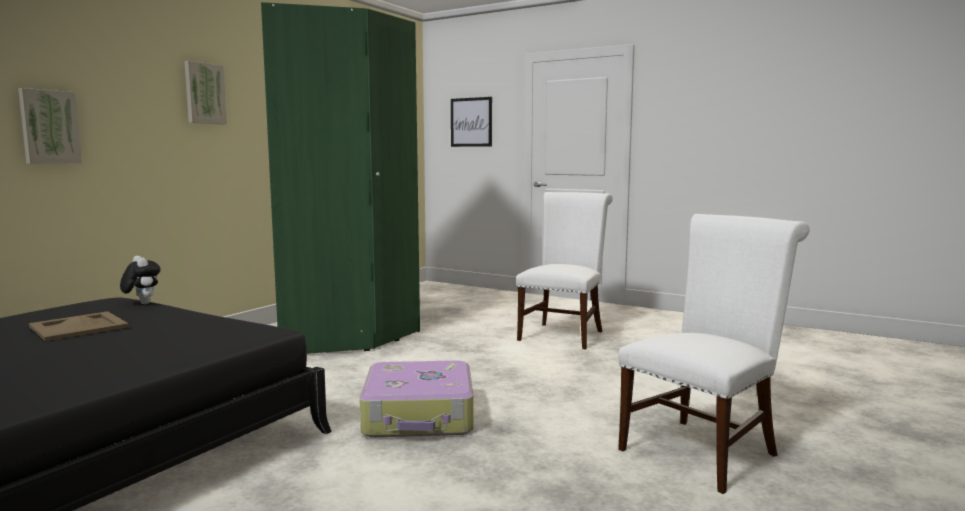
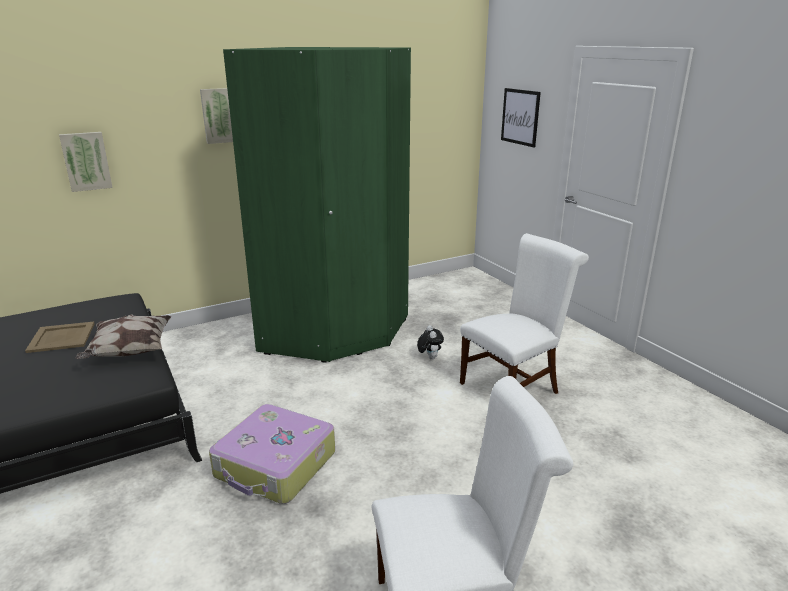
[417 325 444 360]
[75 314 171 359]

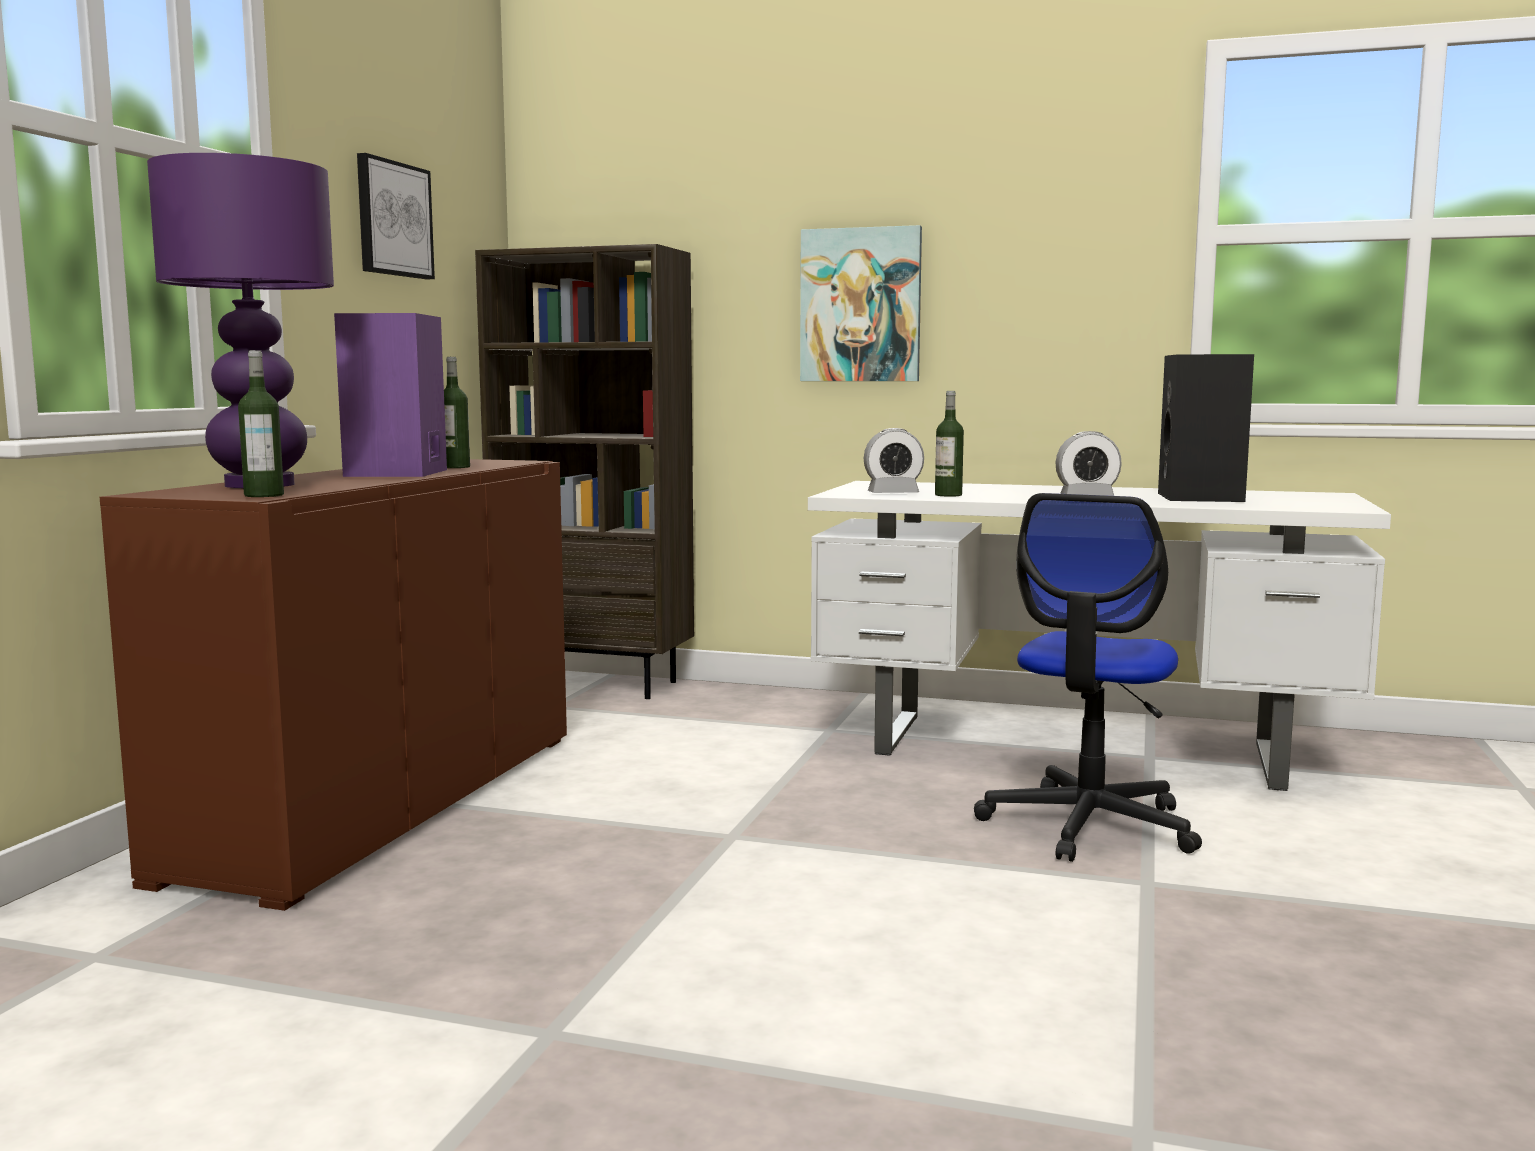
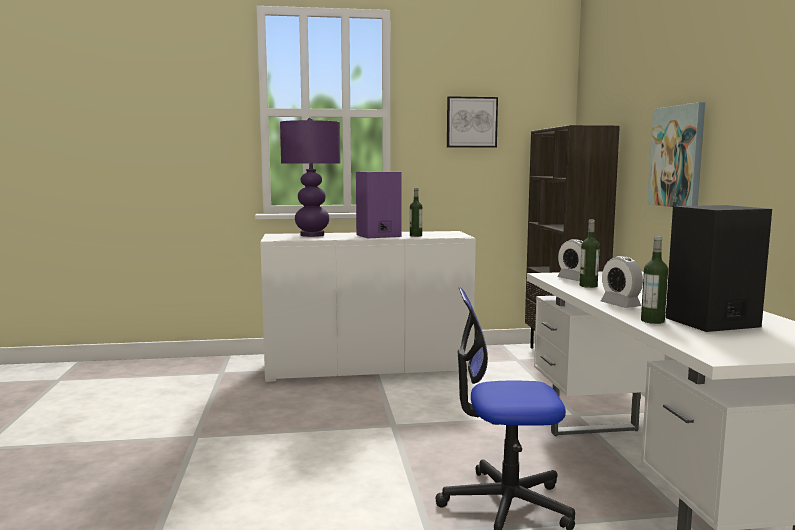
[641 236 668 324]
[260 231 476 382]

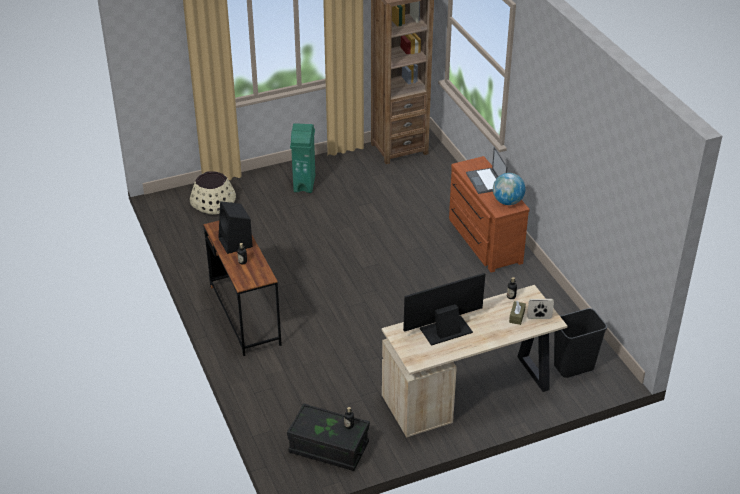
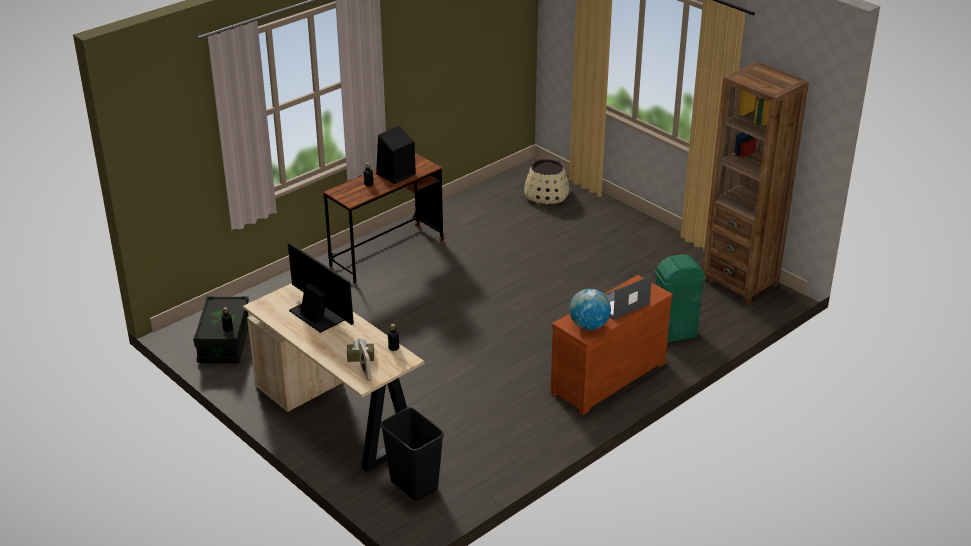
[655 254 706 343]

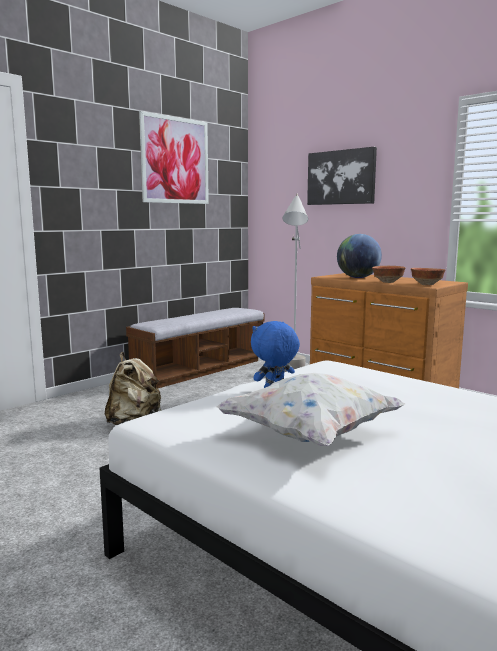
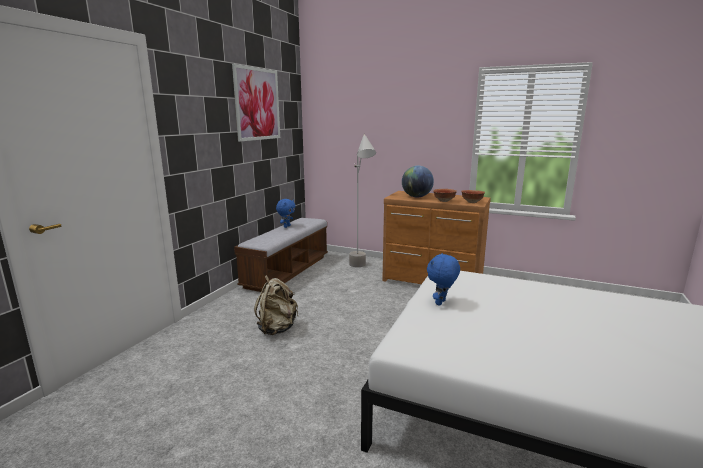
[307 147 377 205] (first image)
[216 373 405 446] (first image)
[276 199 296 228]

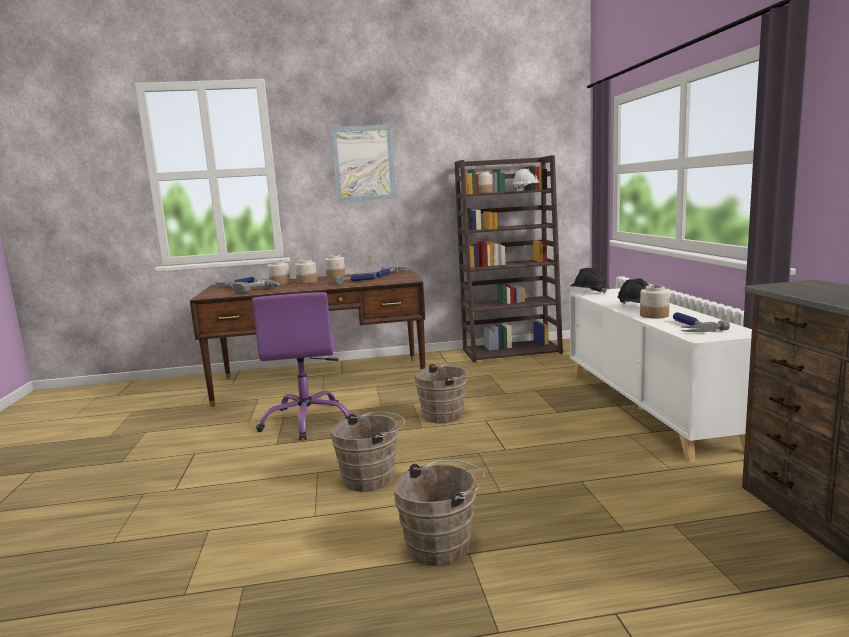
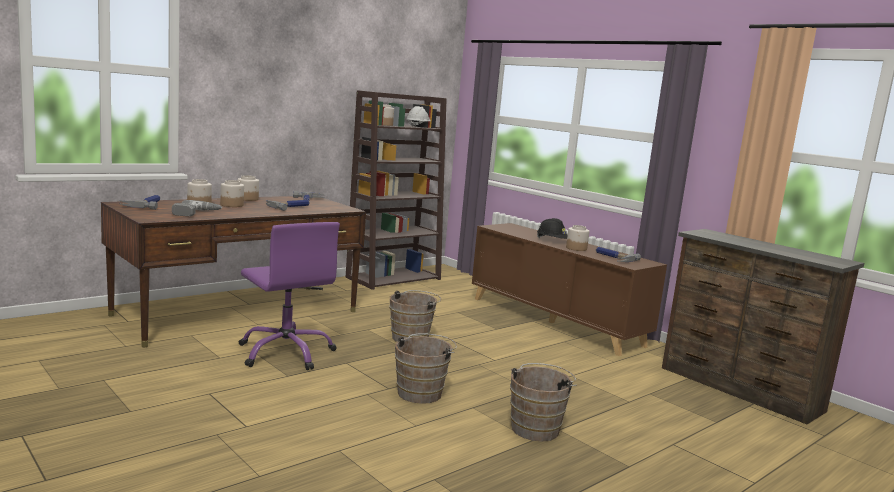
[331 124 396 202] (first image)
[570 268 607 294] (first image)
[472 223 667 356]

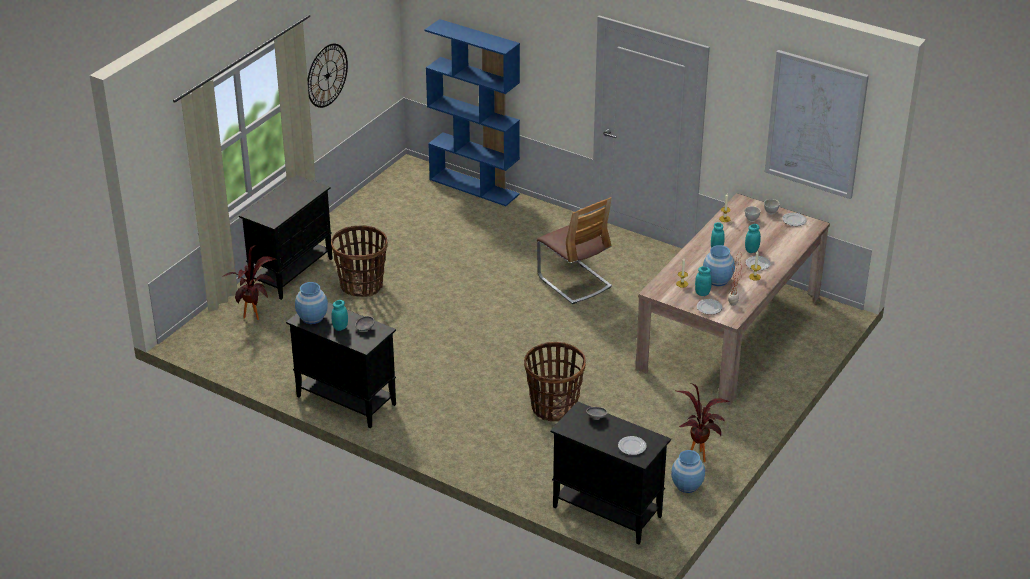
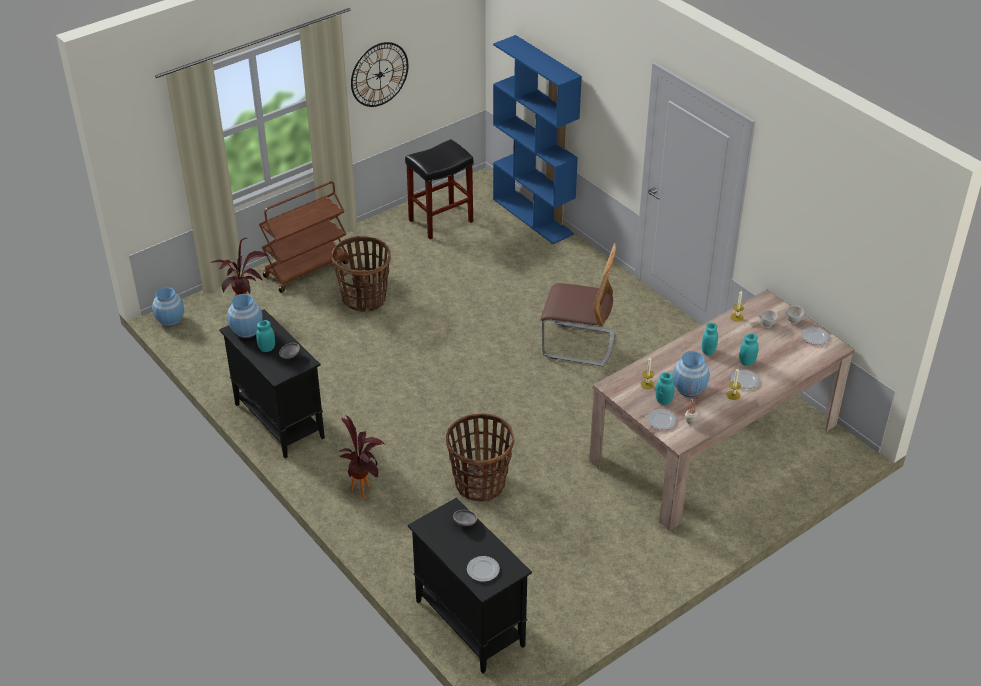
[765 50 869 199] (first image)
[259 181 349 293]
[541 243 616 367]
[338 415 384 499]
[152 287 184 327]
[405 139 474 239]

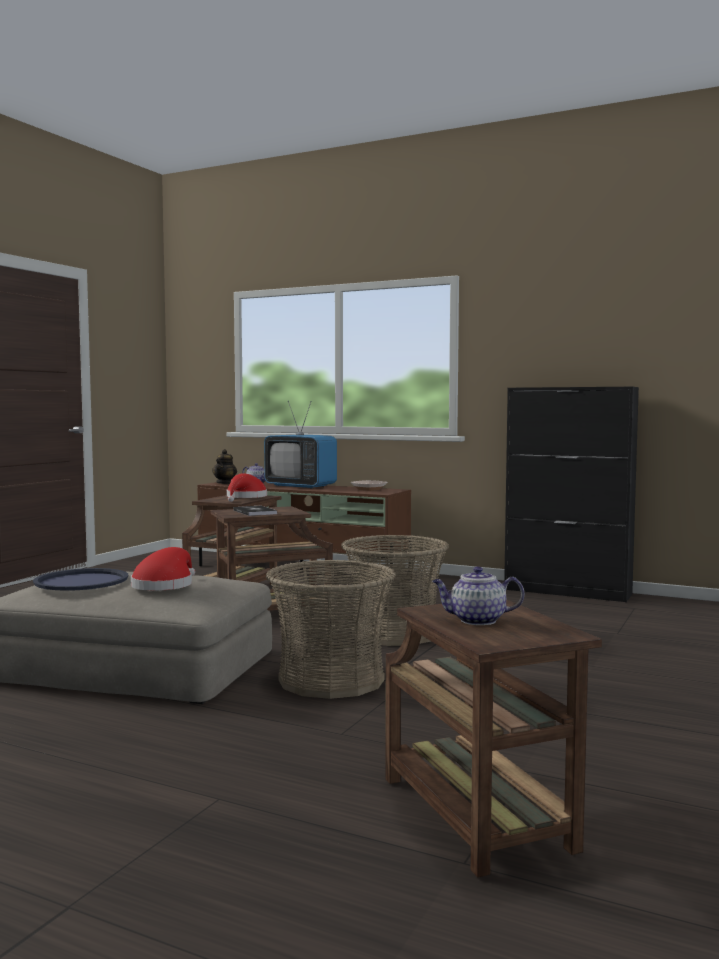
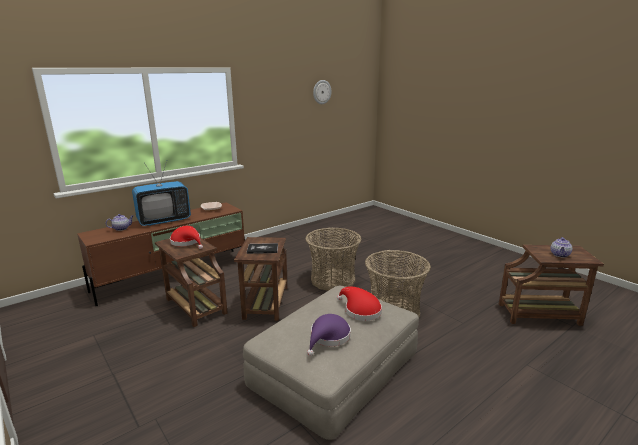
[504 387 639 602] (first image)
[212 449 237 484] (first image)
[307 314 351 356]
[313 80 332 104]

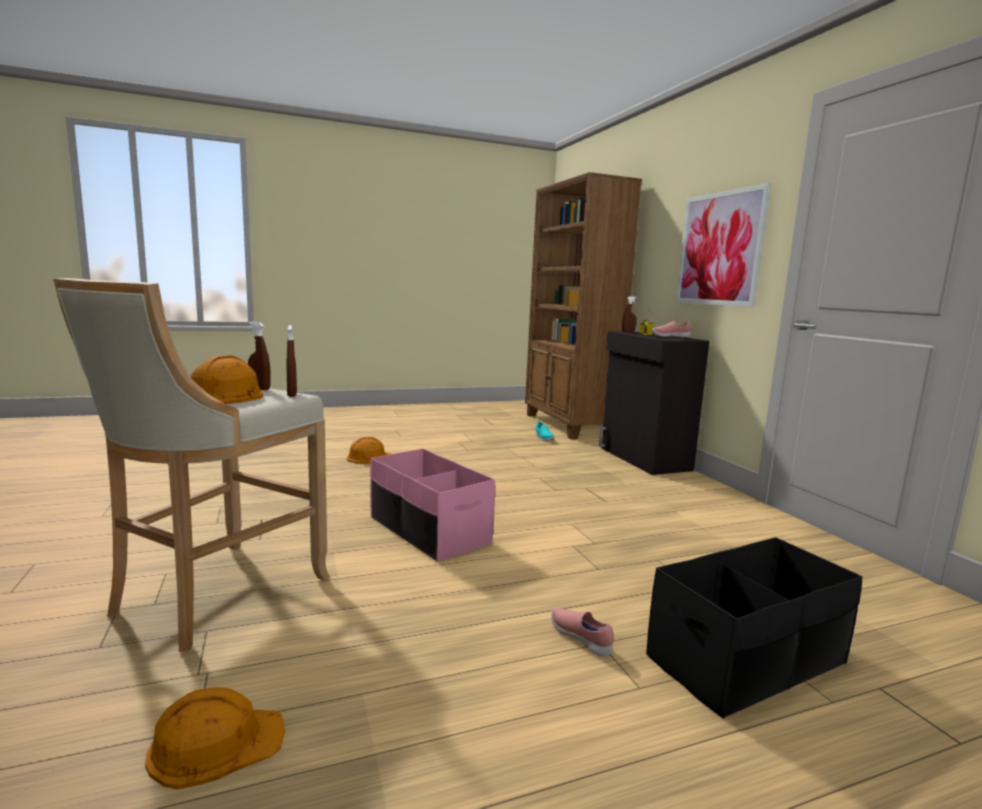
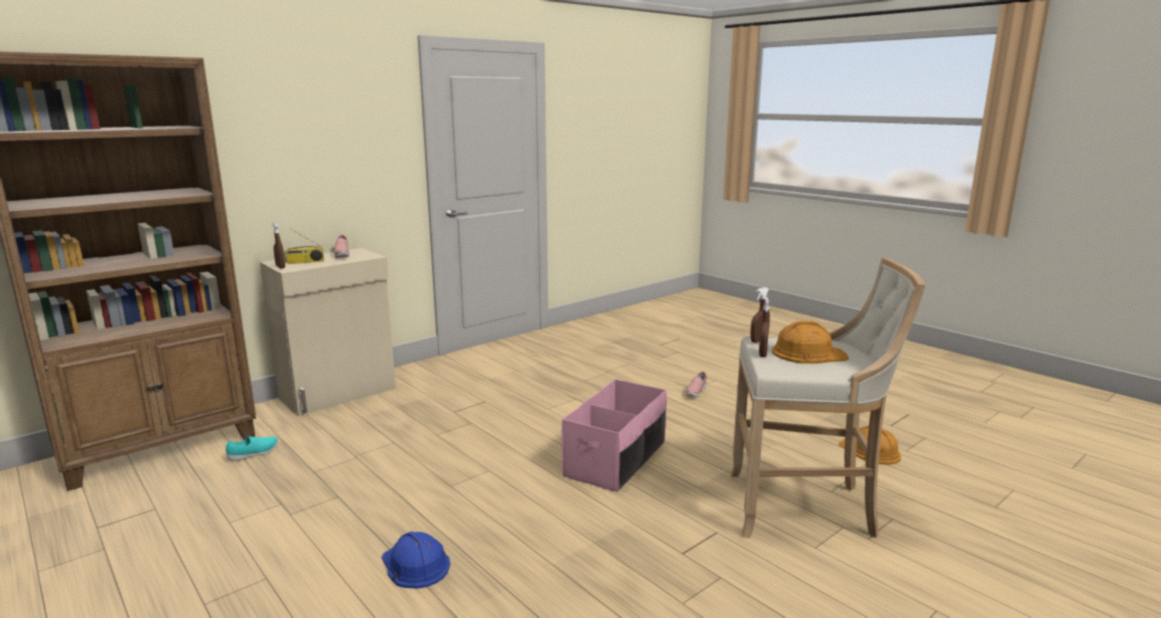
[676 183 771 307] (first image)
[260 248 396 416]
[381 531 450 588]
[646 537 863 719] (first image)

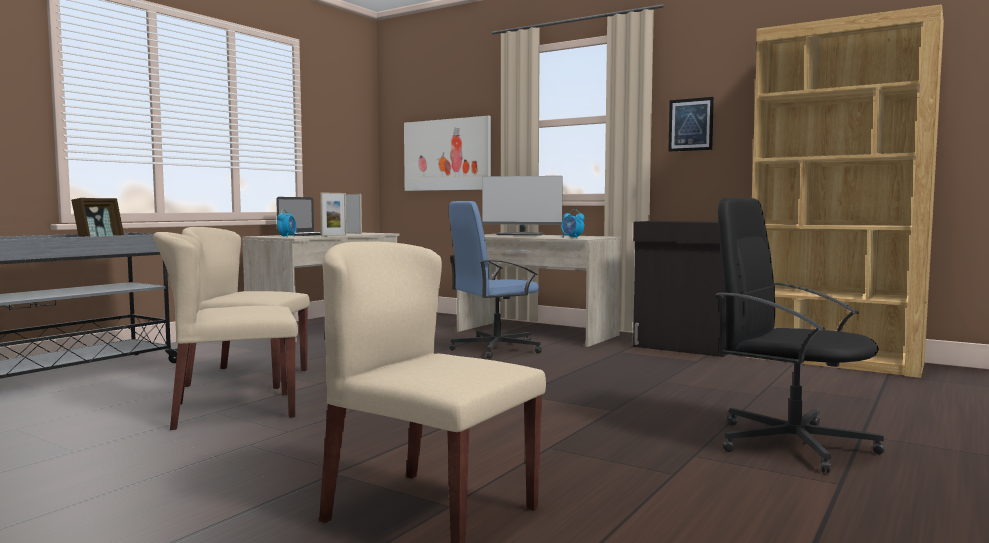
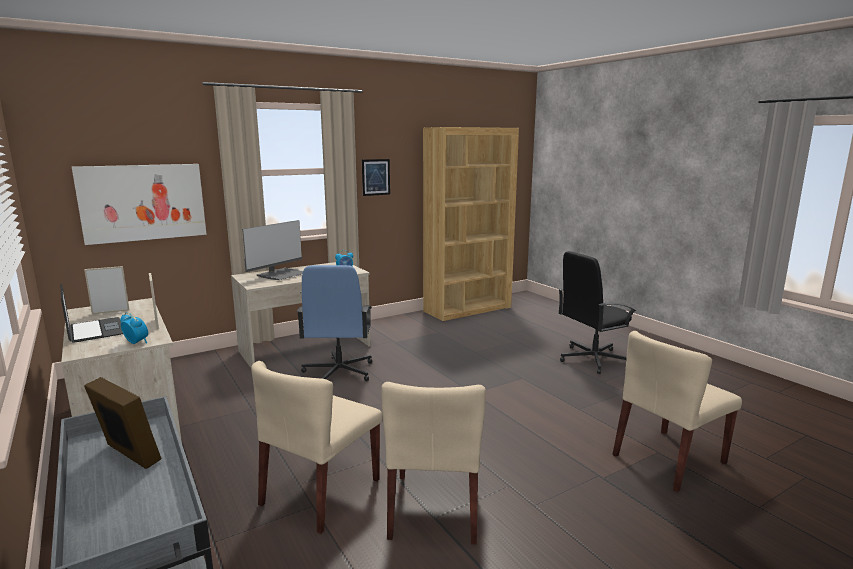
[633 221 728 357] (first image)

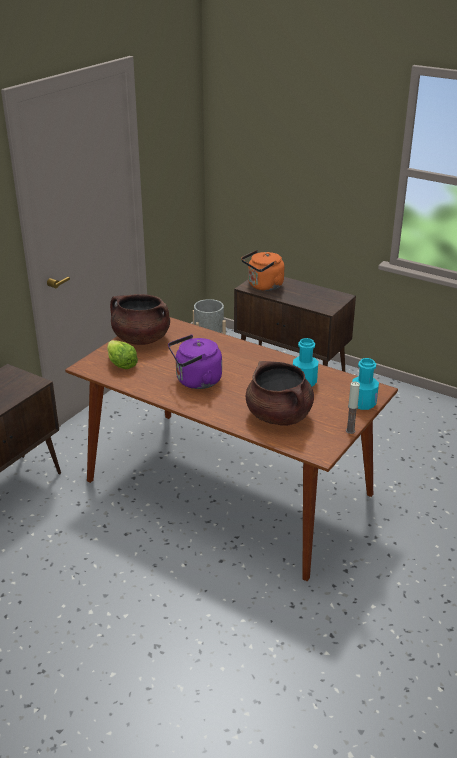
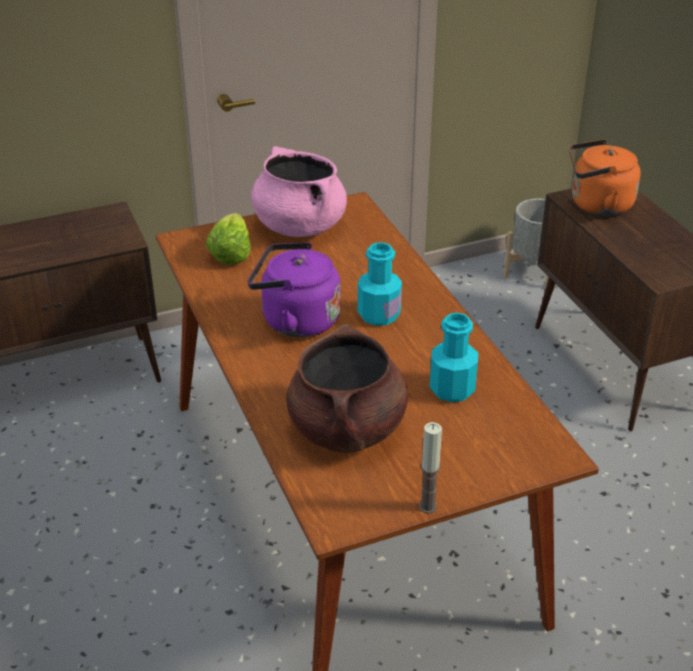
[251 146 347 237]
[358 242 402 326]

